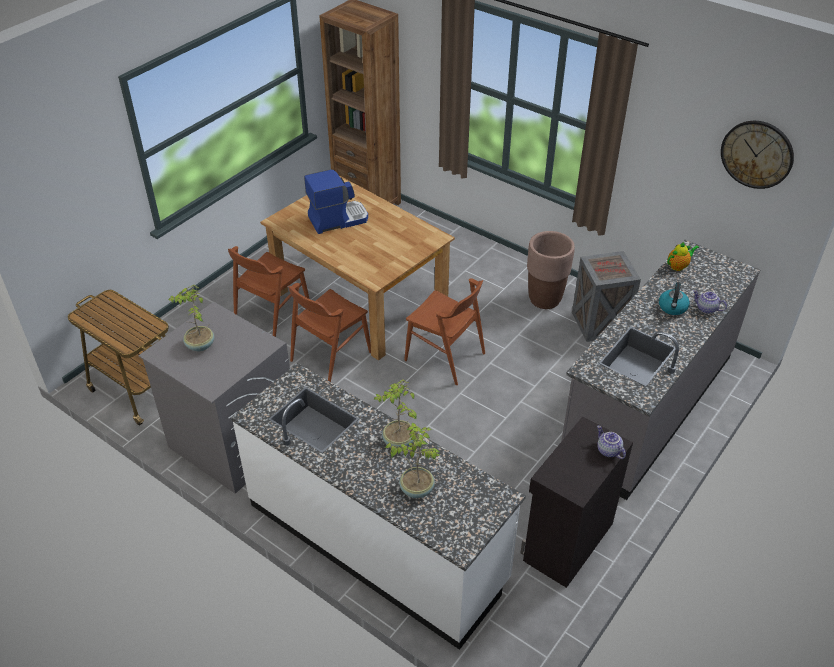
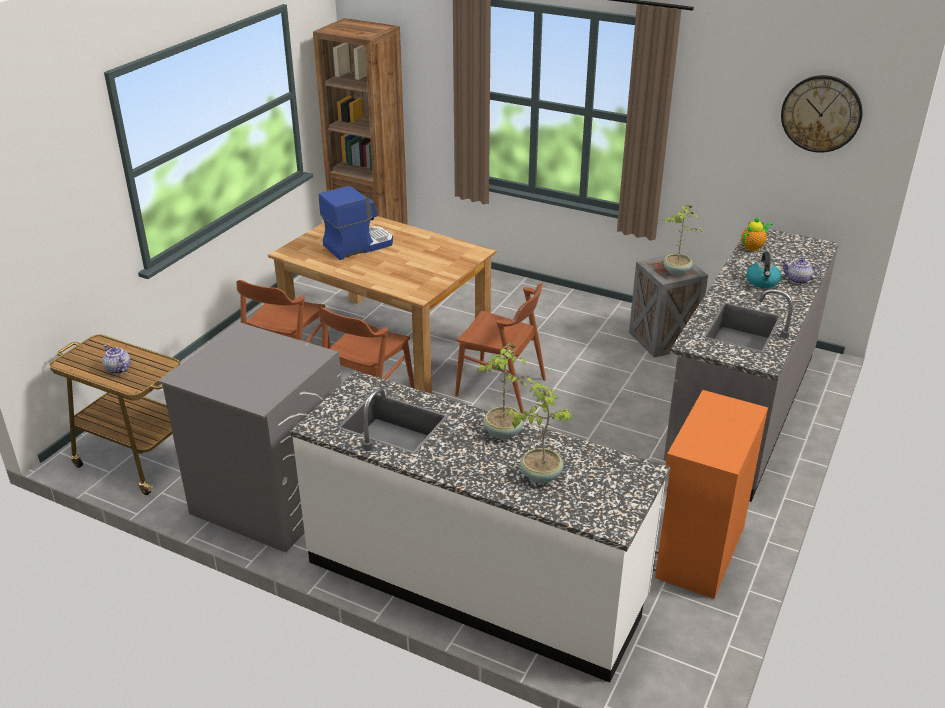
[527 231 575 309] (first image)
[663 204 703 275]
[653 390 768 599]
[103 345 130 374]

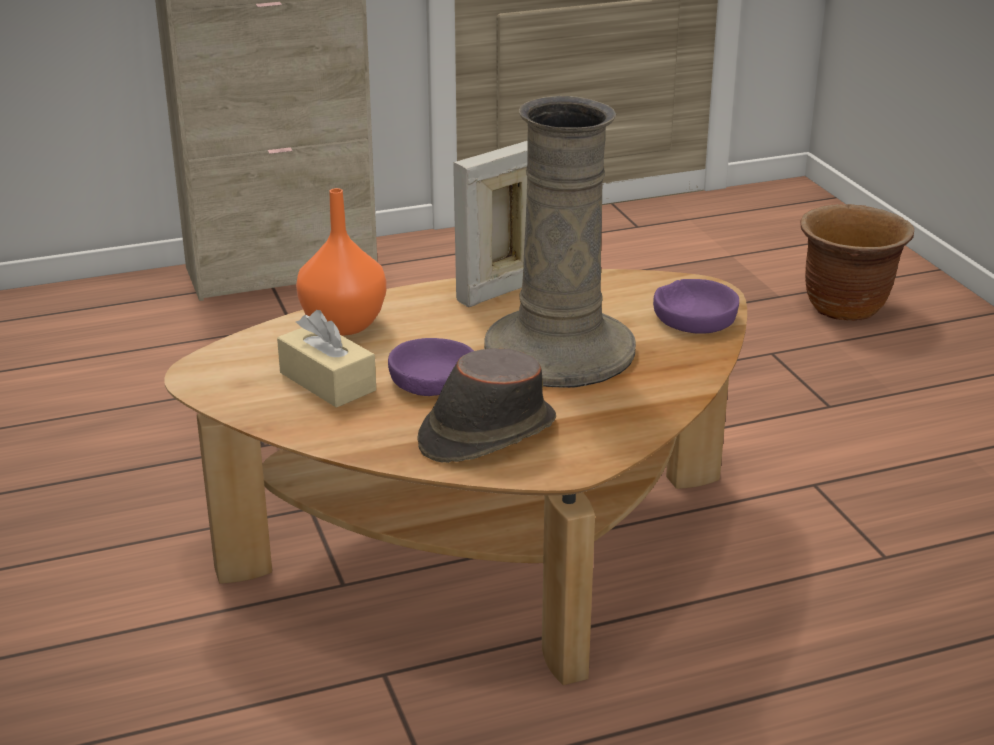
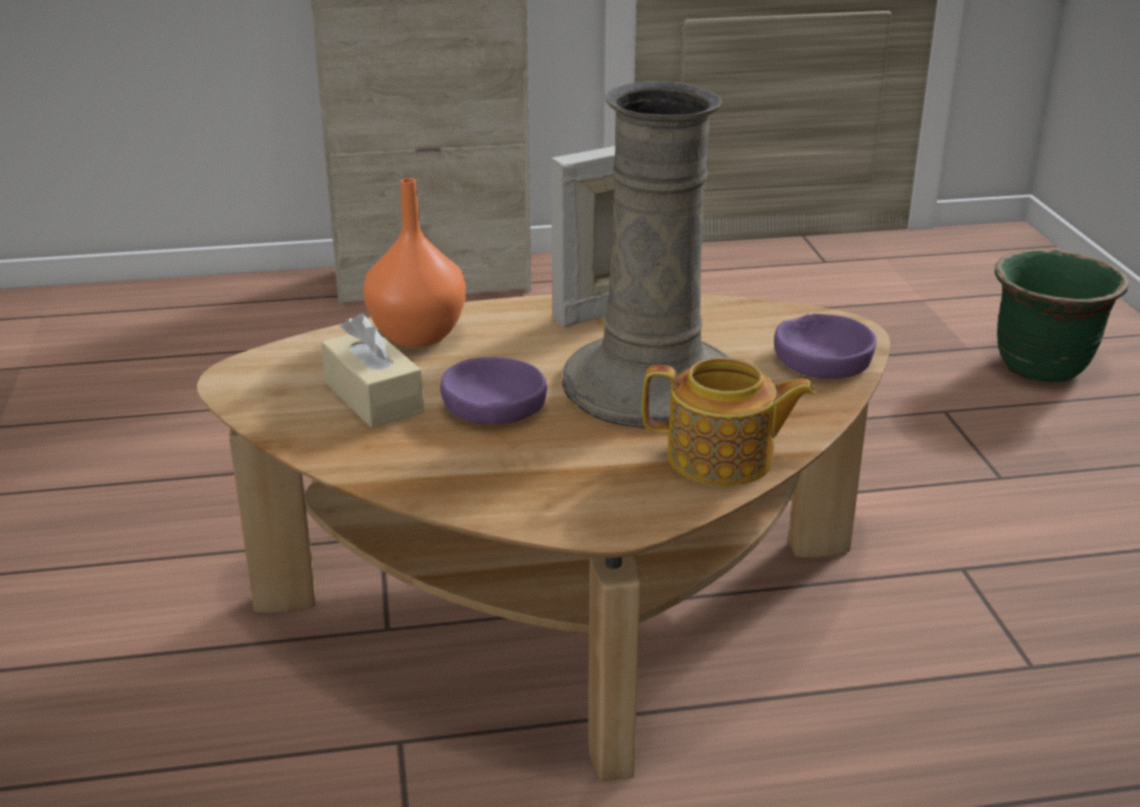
[995 249 1129 383]
[417 348 556 463] (first image)
[642 357 816 486]

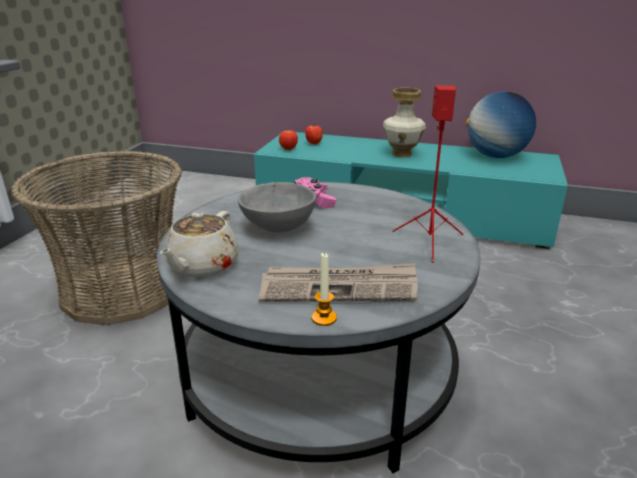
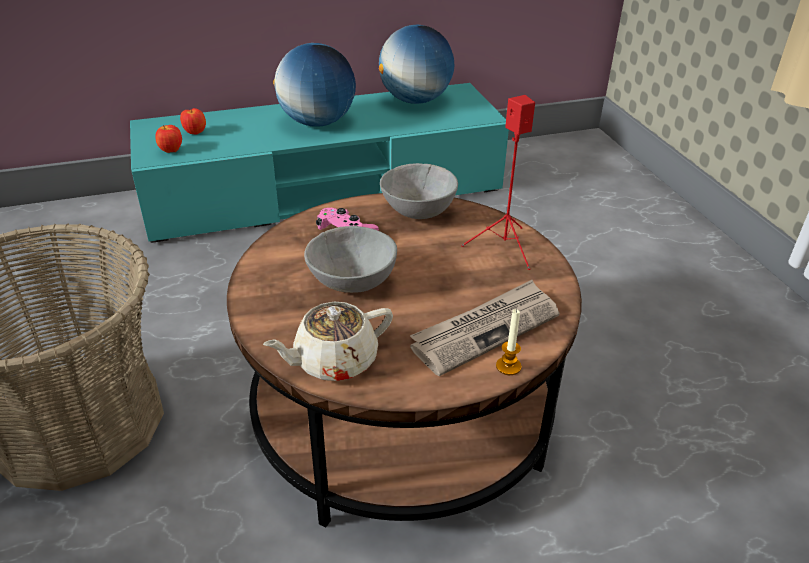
[273 43 356 127]
[227 193 582 528]
[263 302 393 381]
[380 163 458 219]

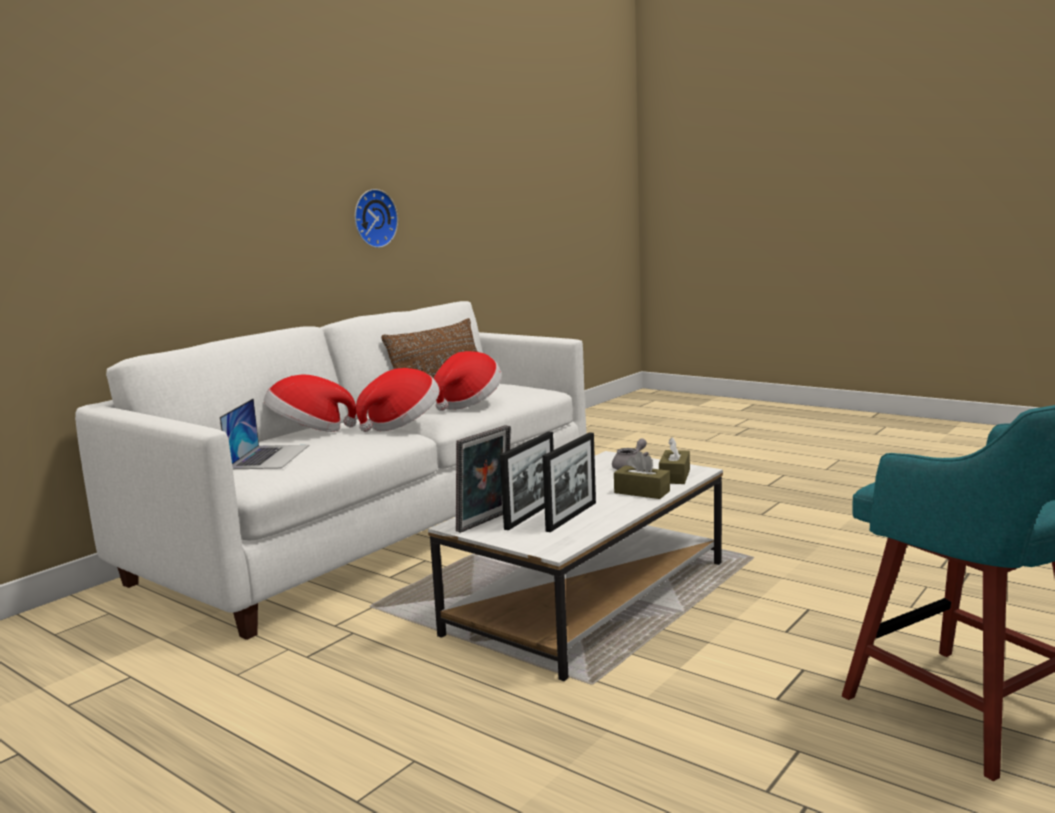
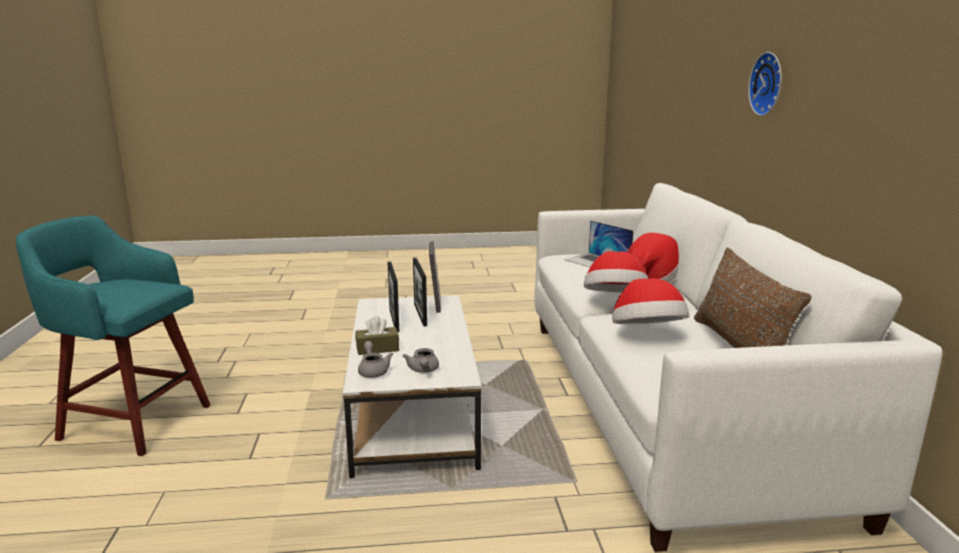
[748 52 782 116]
[358 341 393 378]

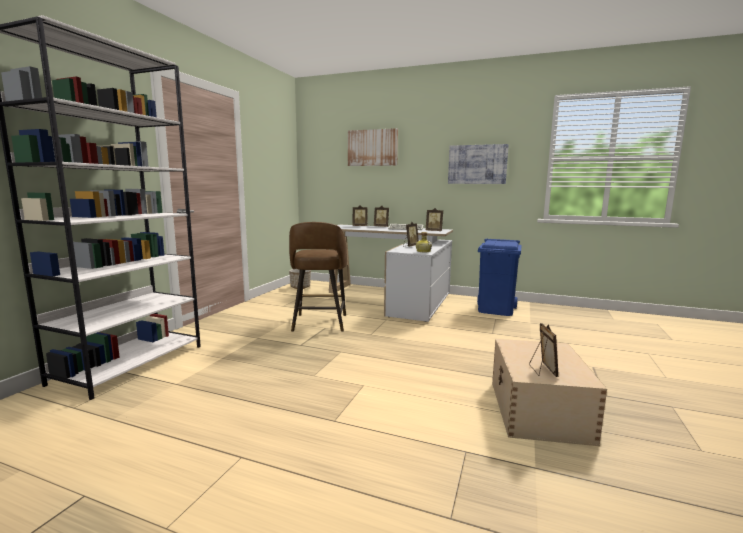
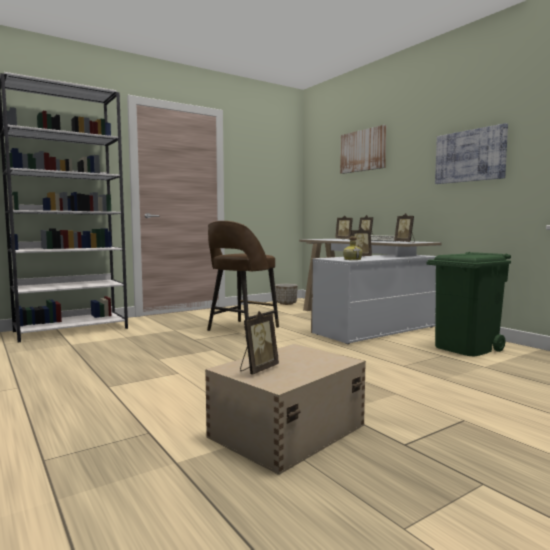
[426 252 511 356]

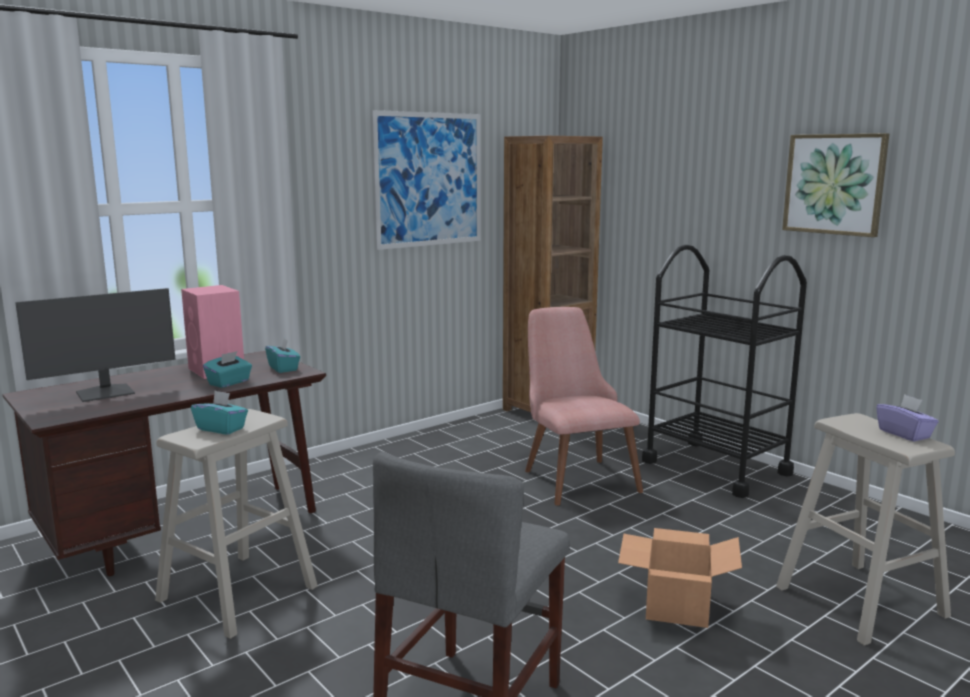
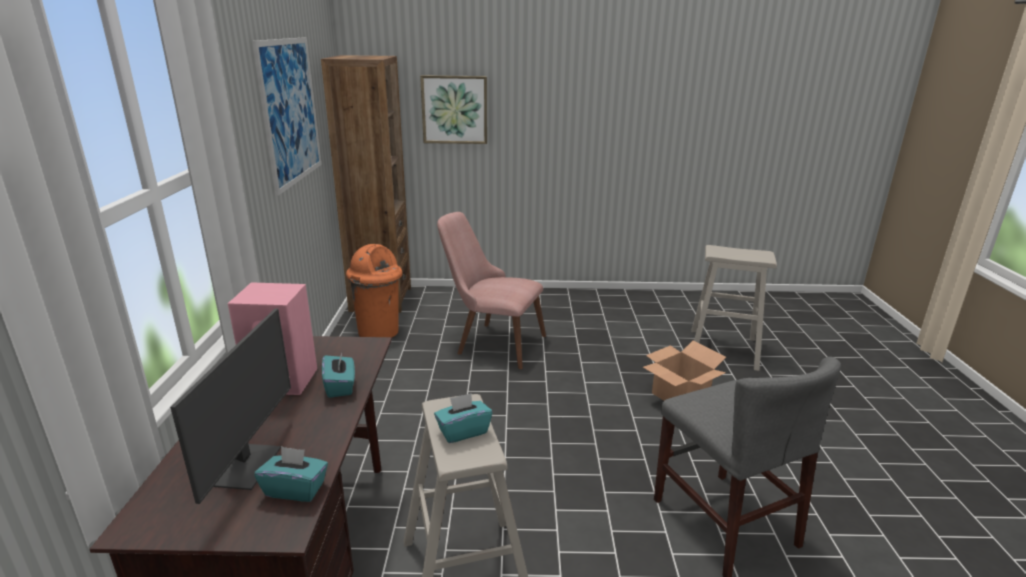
[420 75 487 144]
[642 245 807 498] (first image)
[255 446 328 502]
[876 394 939 441] (first image)
[346 244 402 337]

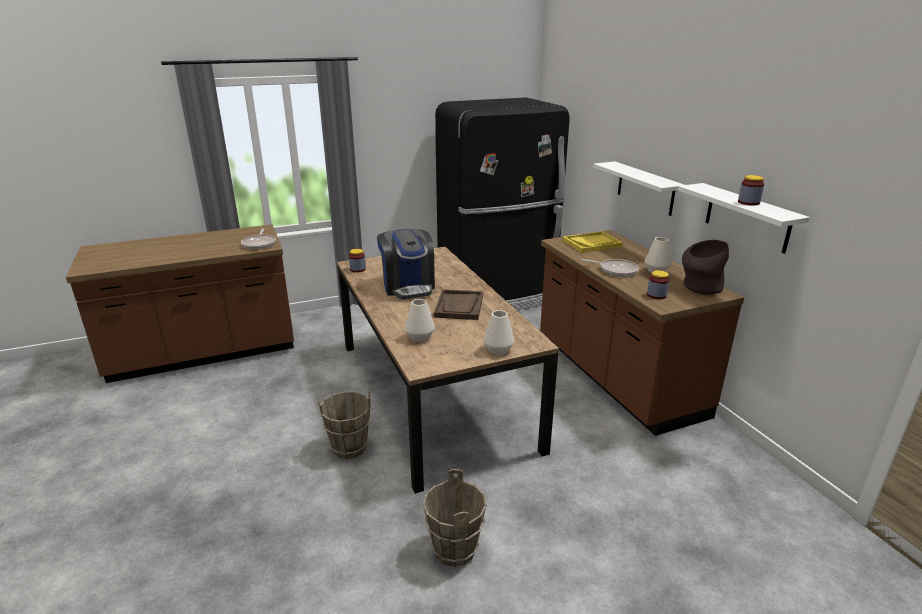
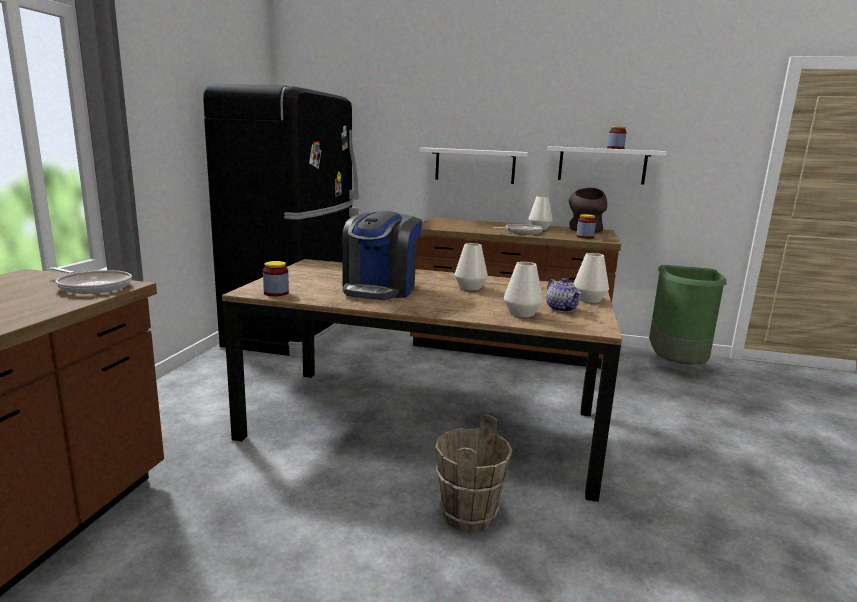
[342 211 422 300]
[562 231 623 253] (first image)
[454 243 488 290]
[423 469 486 567] (first image)
[649 265 726 365]
[546 278 581 312]

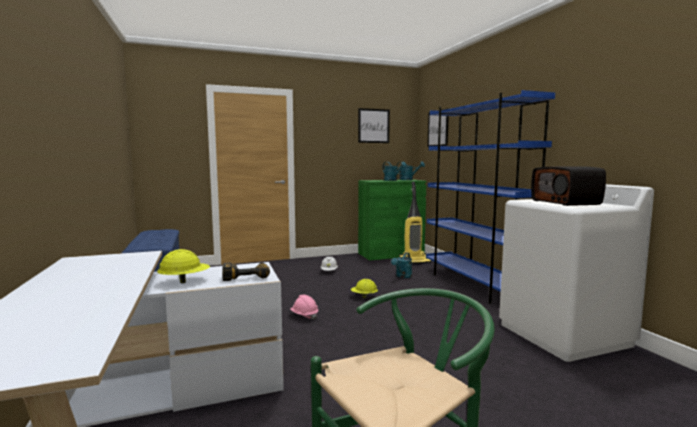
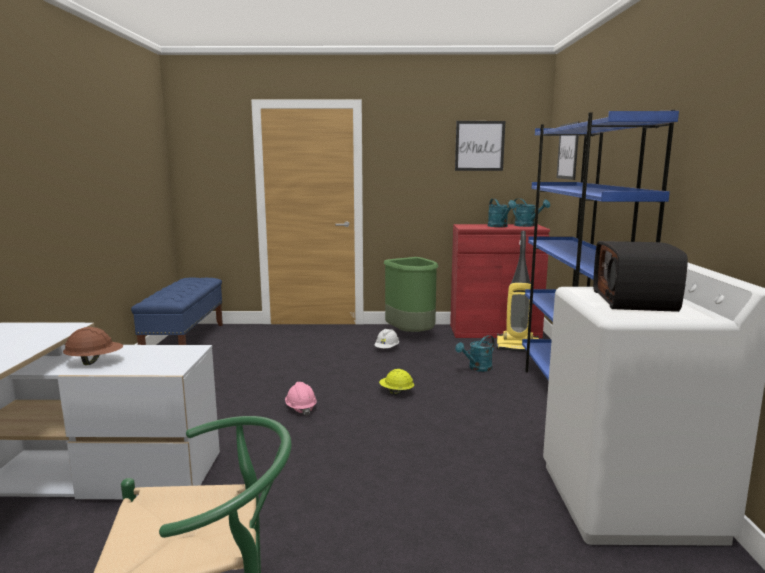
[450 224 550 338]
[63 327 123 365]
[222 262 270 281] (first image)
[384 257 438 332]

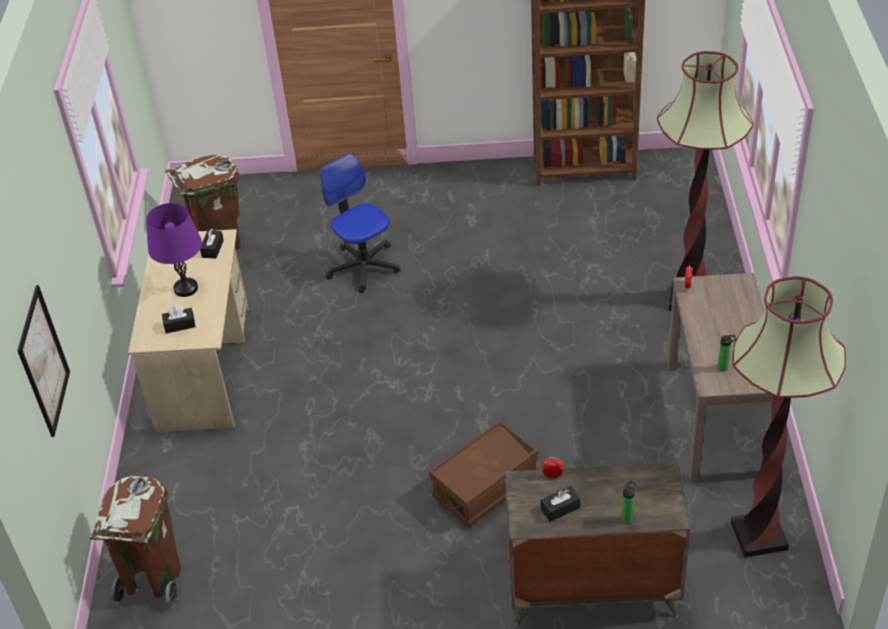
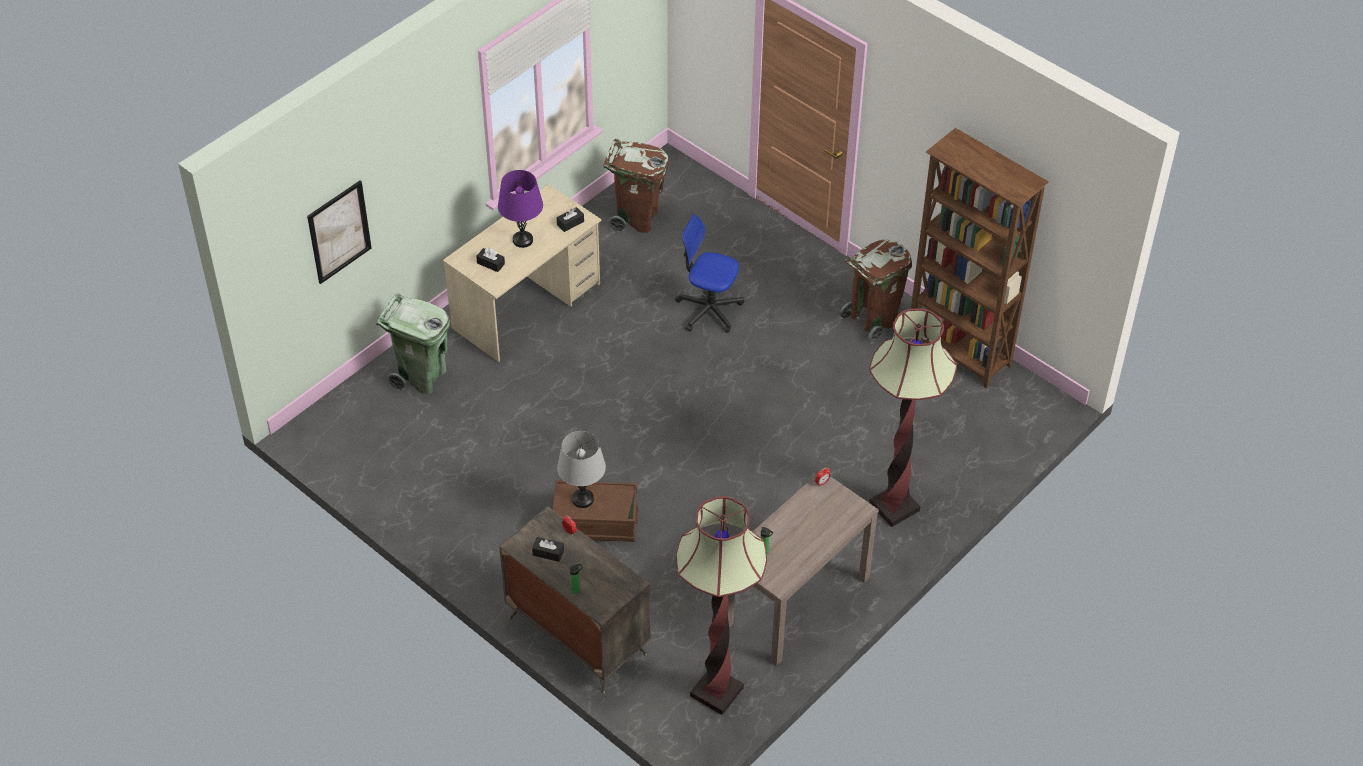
[675 214 744 333]
[840 240 912 344]
[376 293 450 394]
[557 431 606 508]

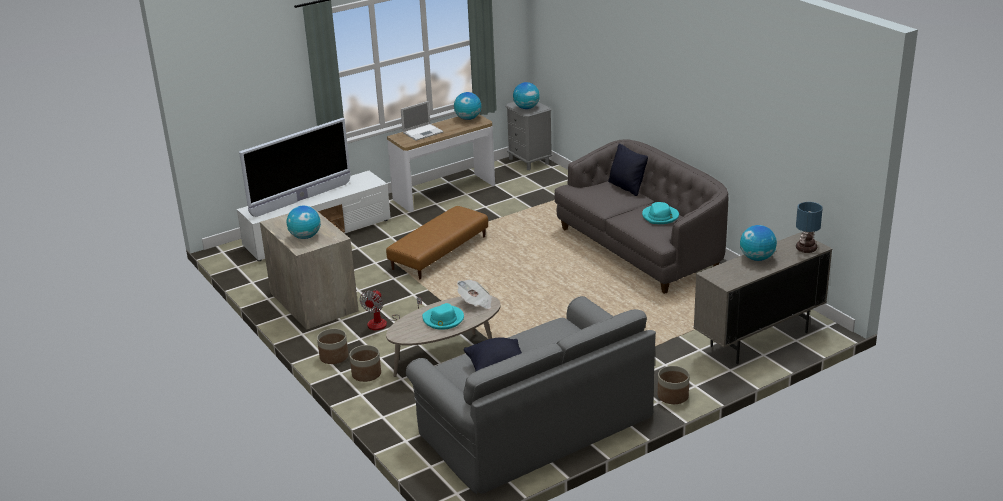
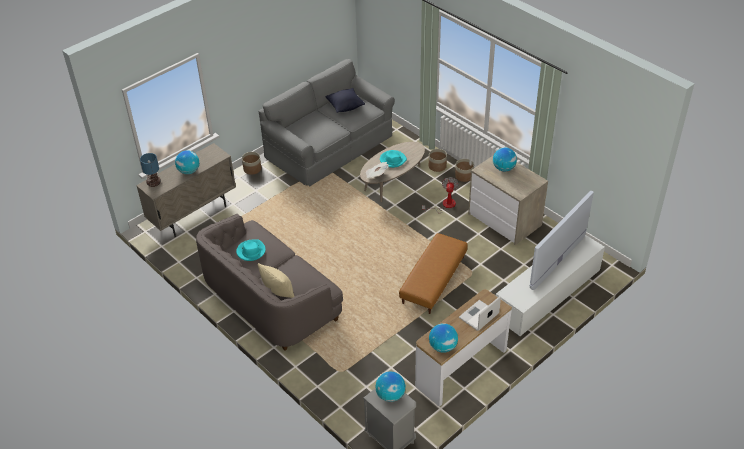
[258 263 295 298]

